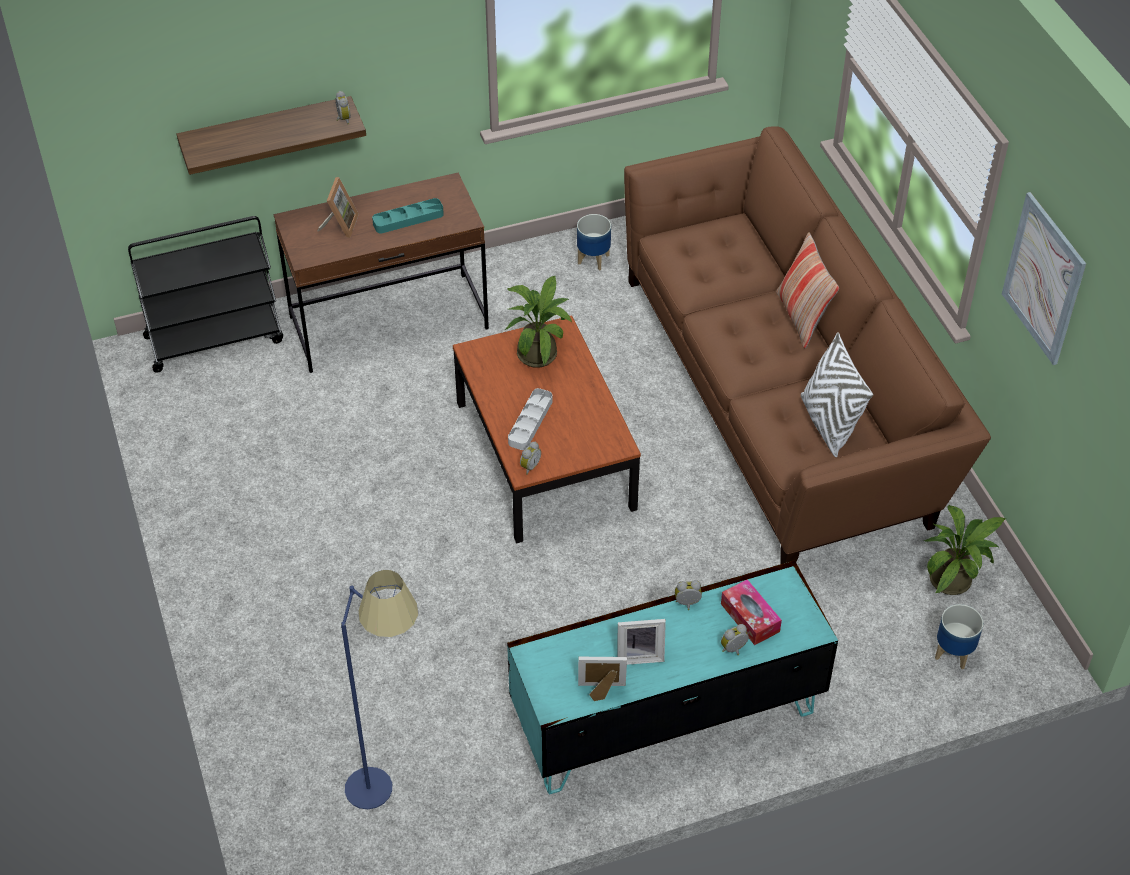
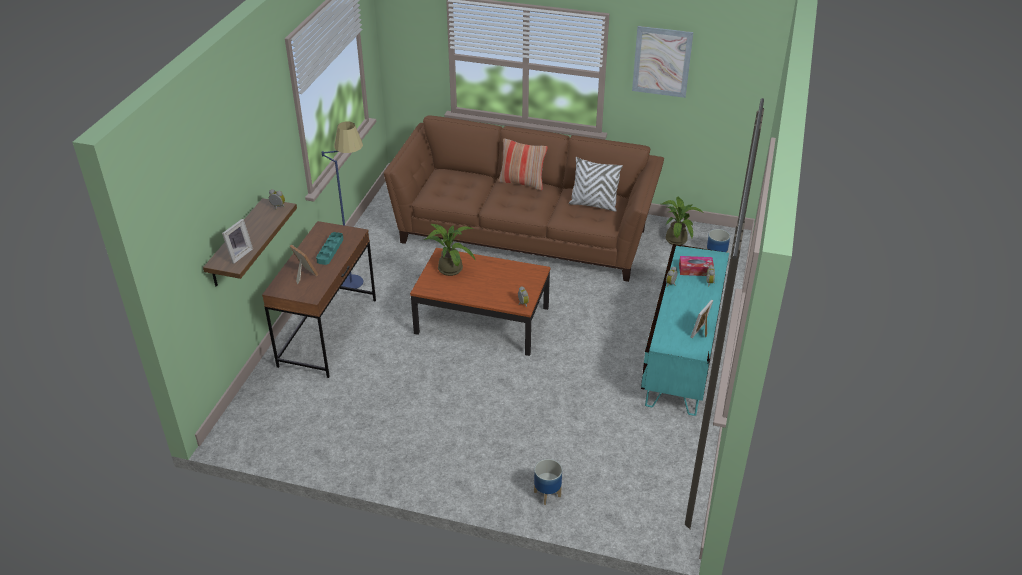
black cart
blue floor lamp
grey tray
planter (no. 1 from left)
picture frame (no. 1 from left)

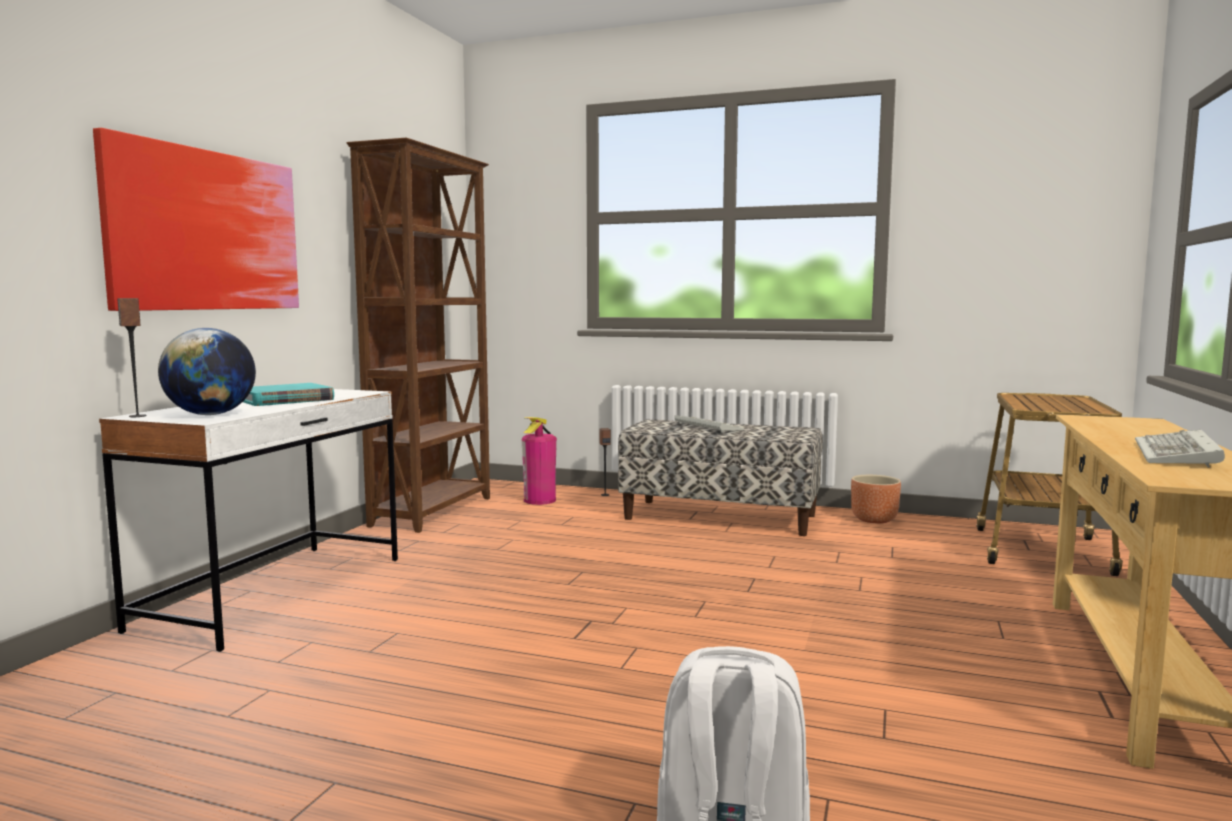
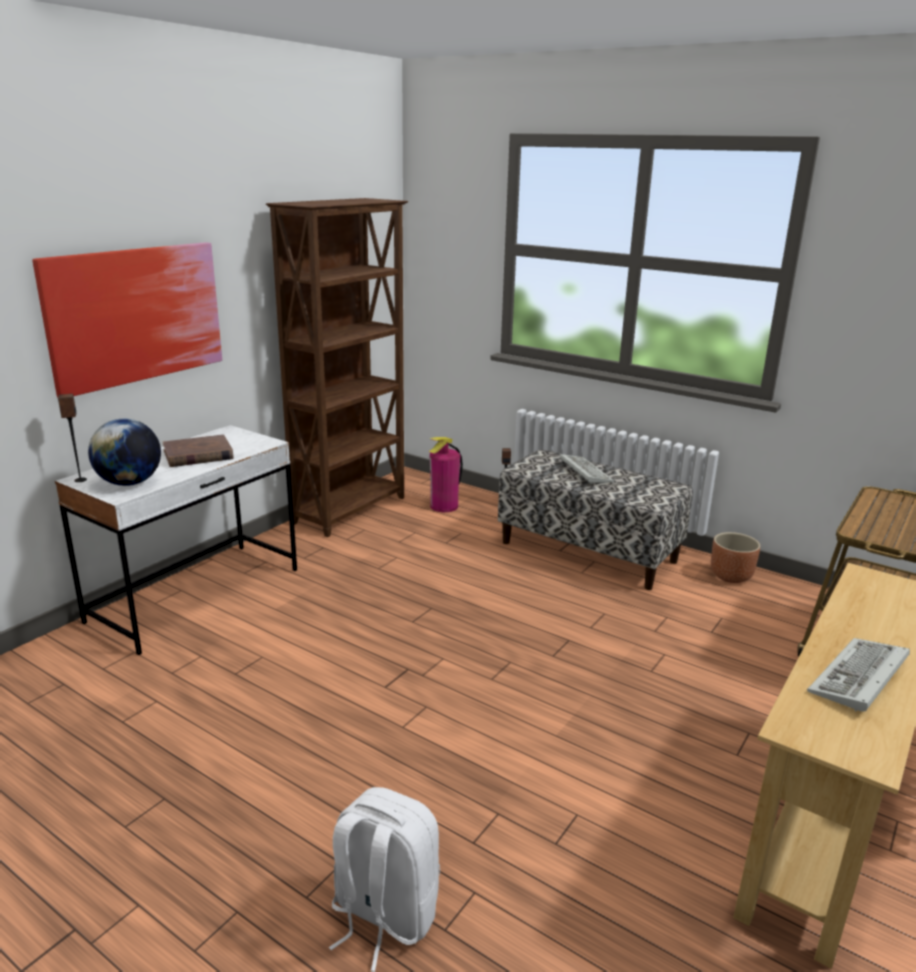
brown book

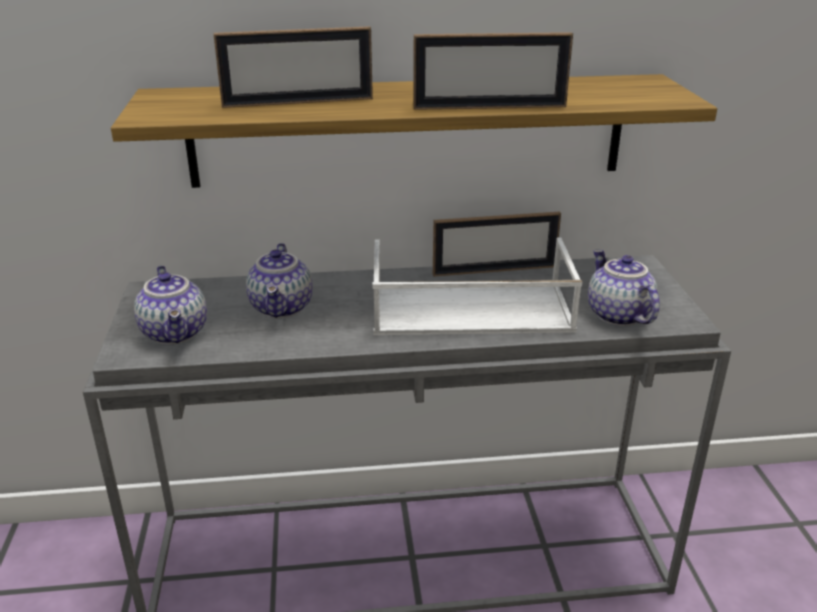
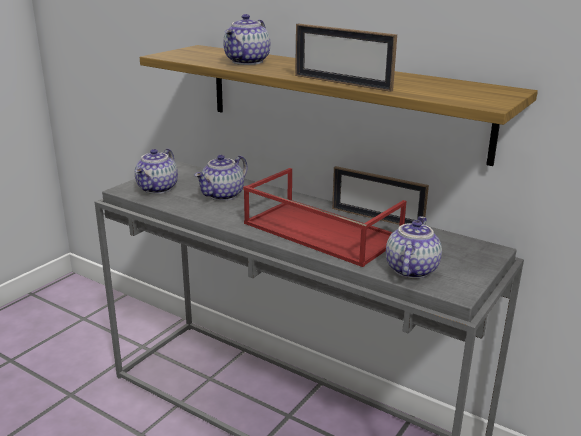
teapot (no. 3 from left)
red tray

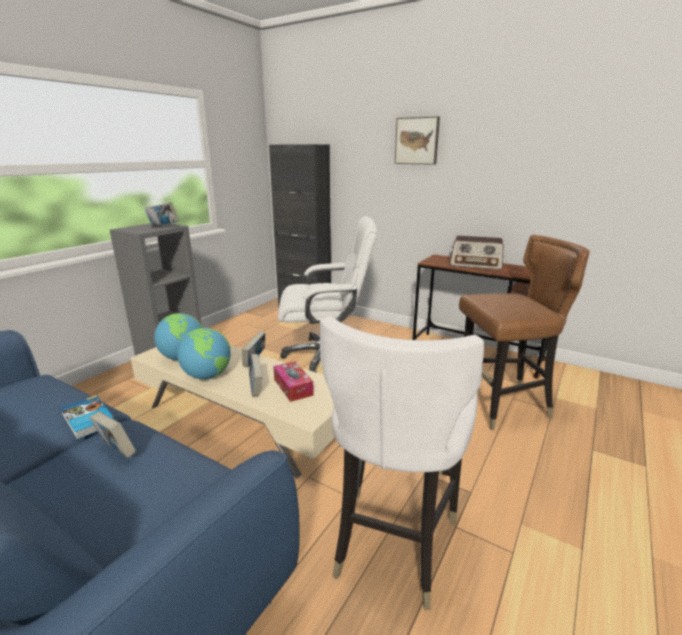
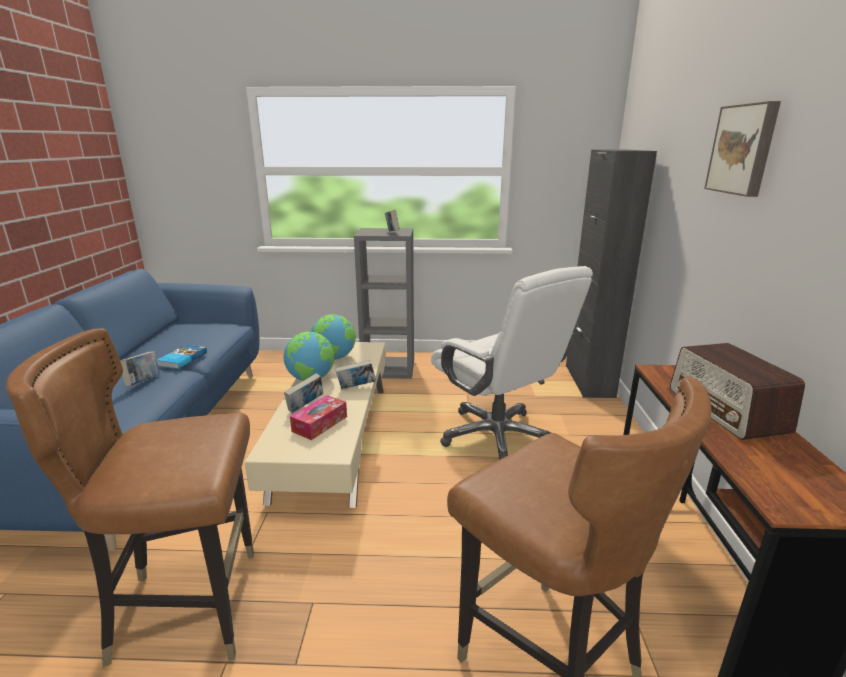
brown chair (no. 1 from left)

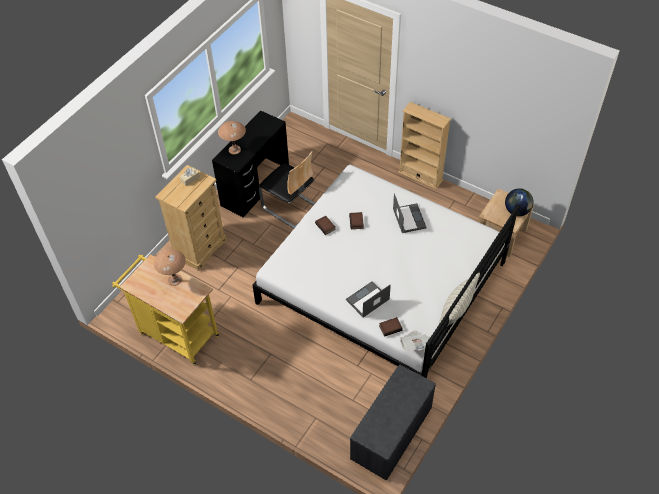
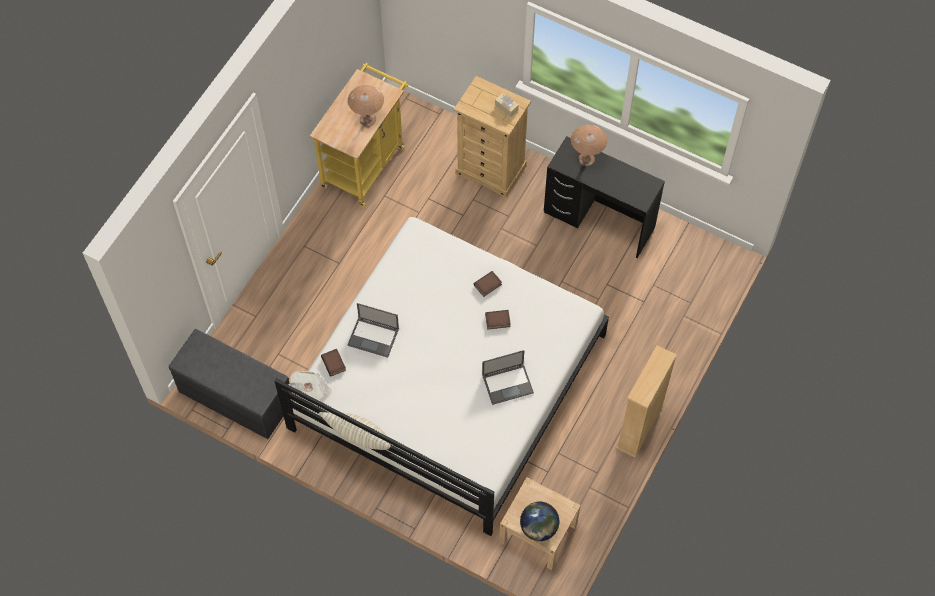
chair
laptop (no. 1 from left)

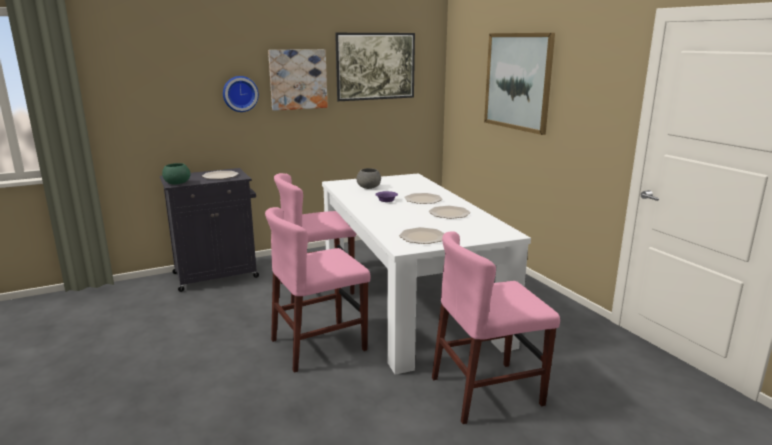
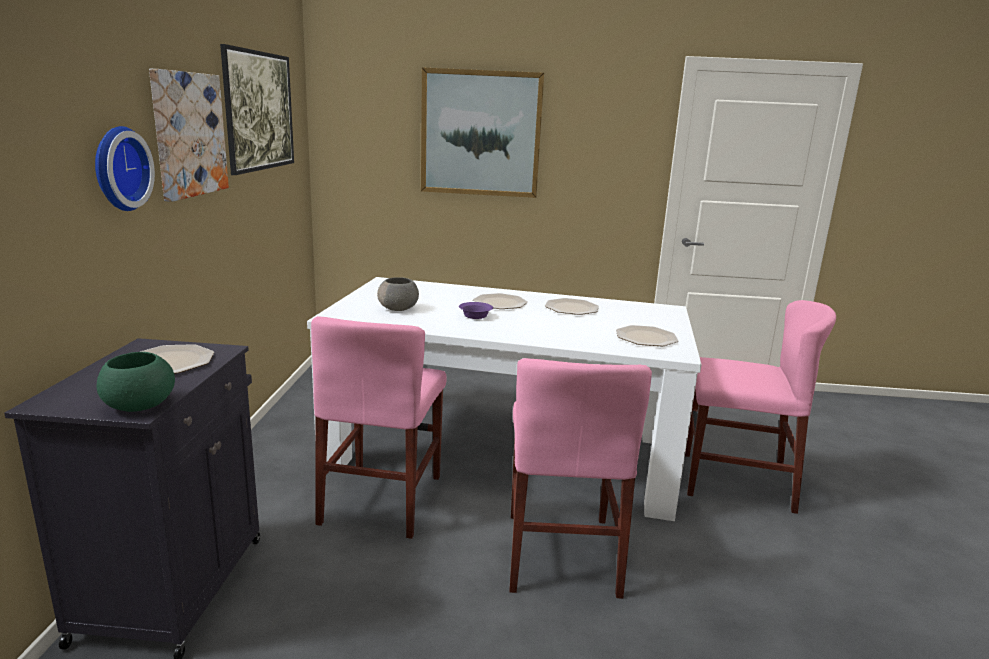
pink chair (no. 3 from left)

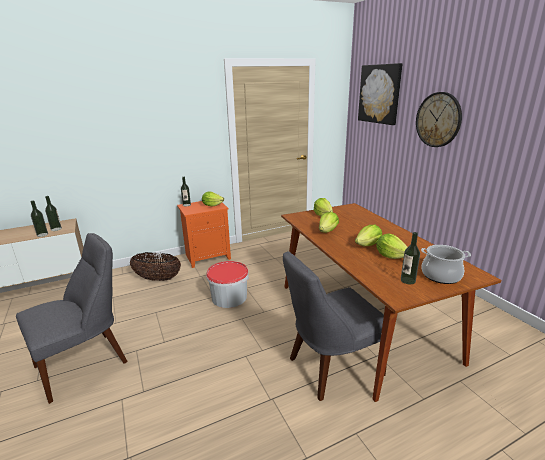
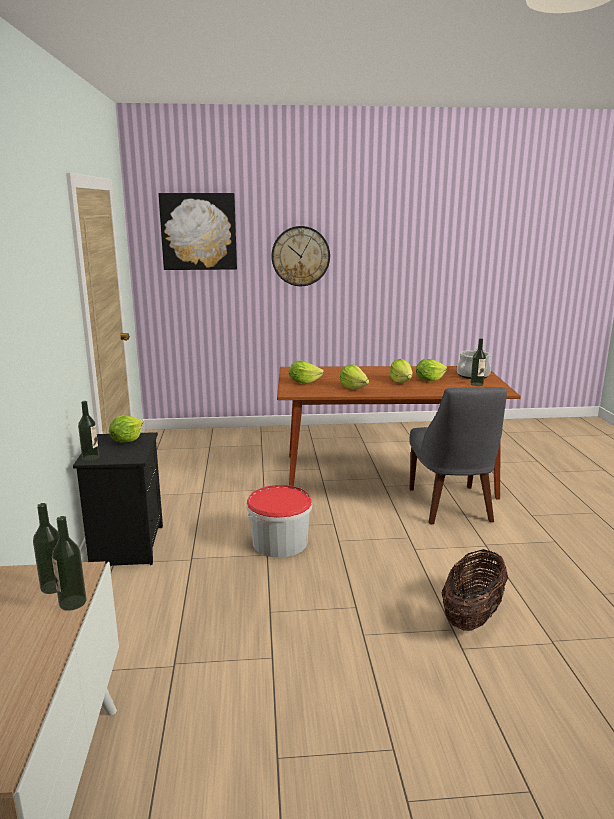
grey chair (no. 1 from left in the first image)
basket
black nightstand

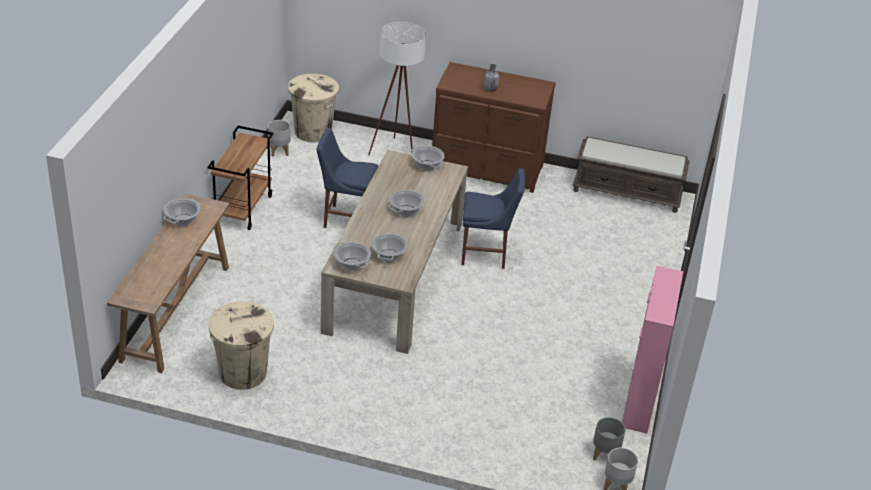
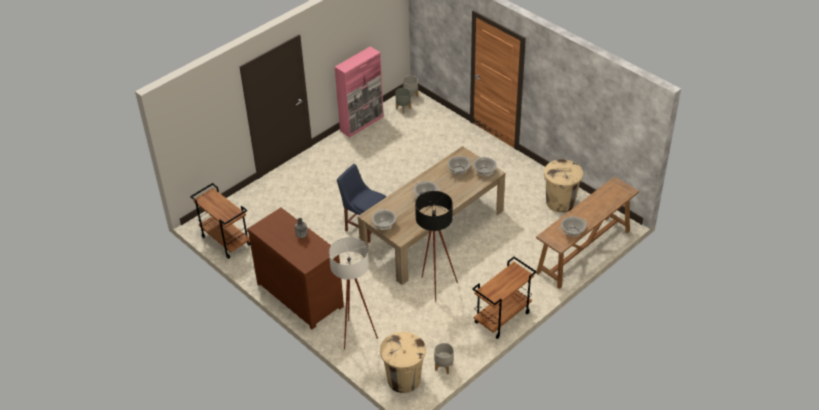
black floor lamp
brown cart (no. 1 from left)

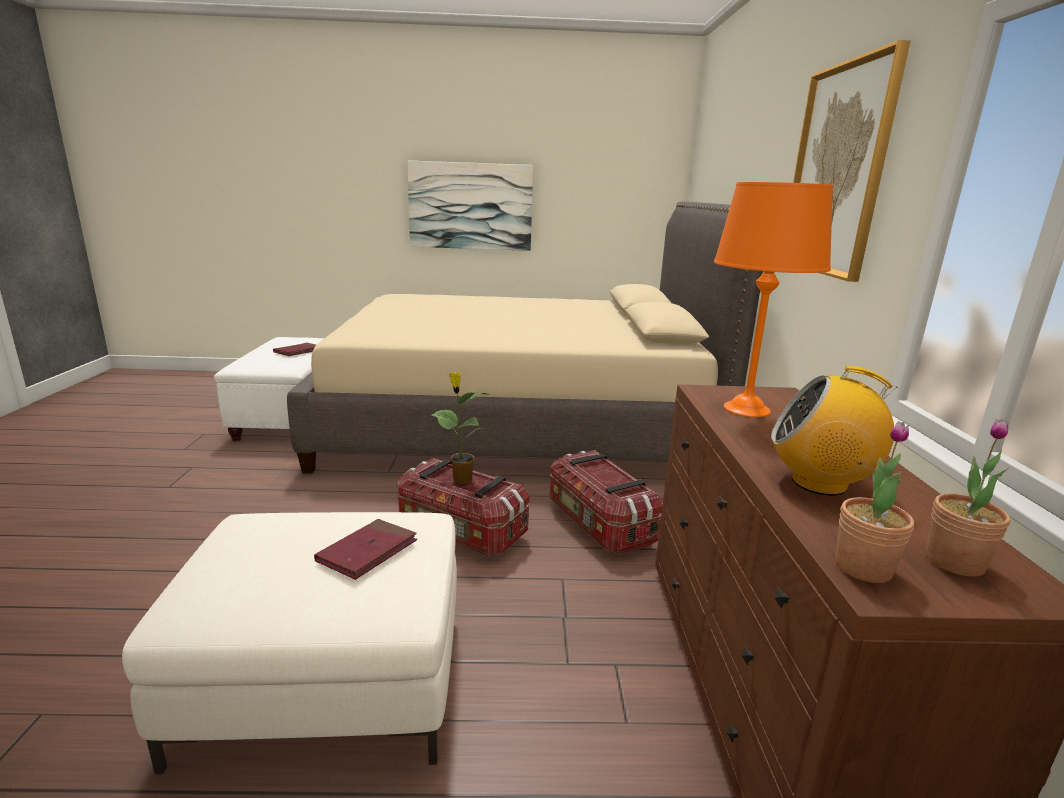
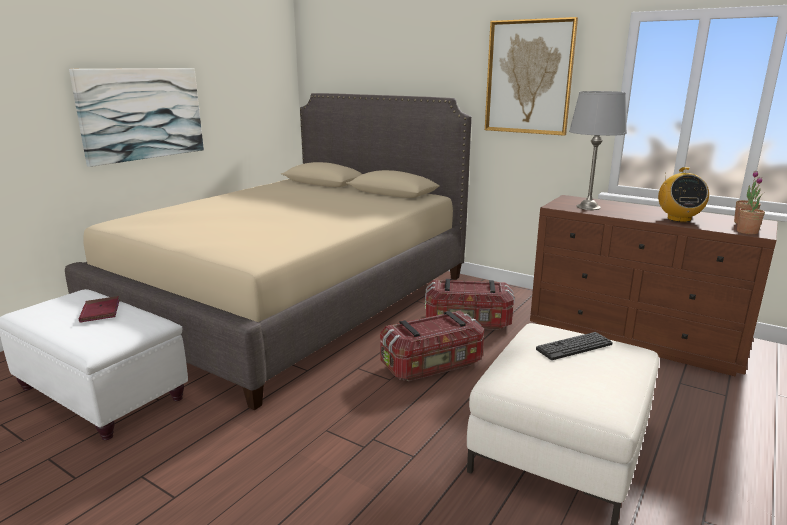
keyboard
potted plant (no. 1 from left in the first image)
grey table lamp
radio

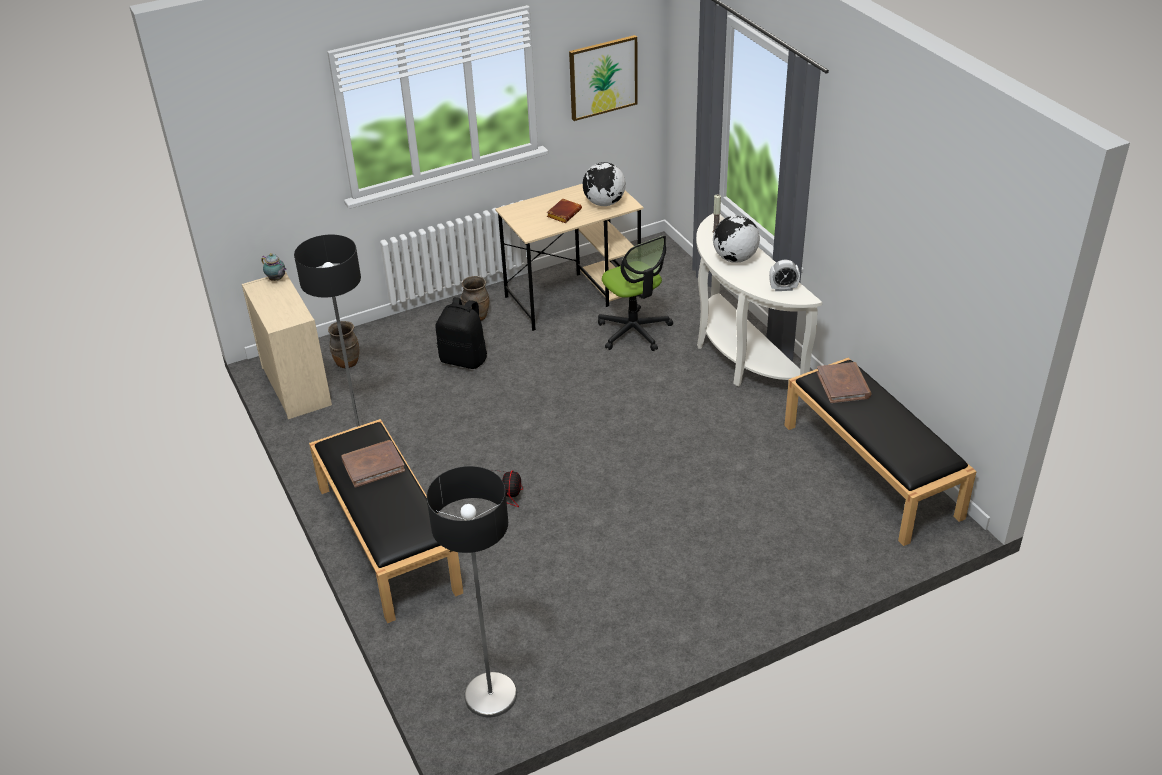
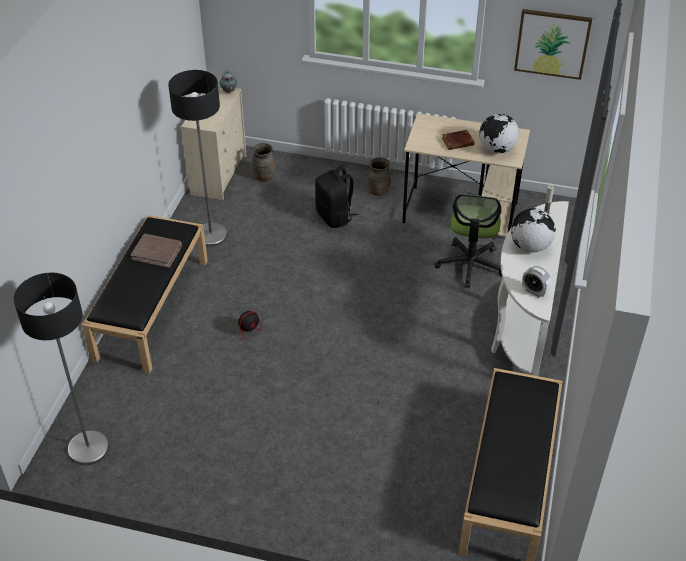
brown book (no. 3 from left in the first image)

